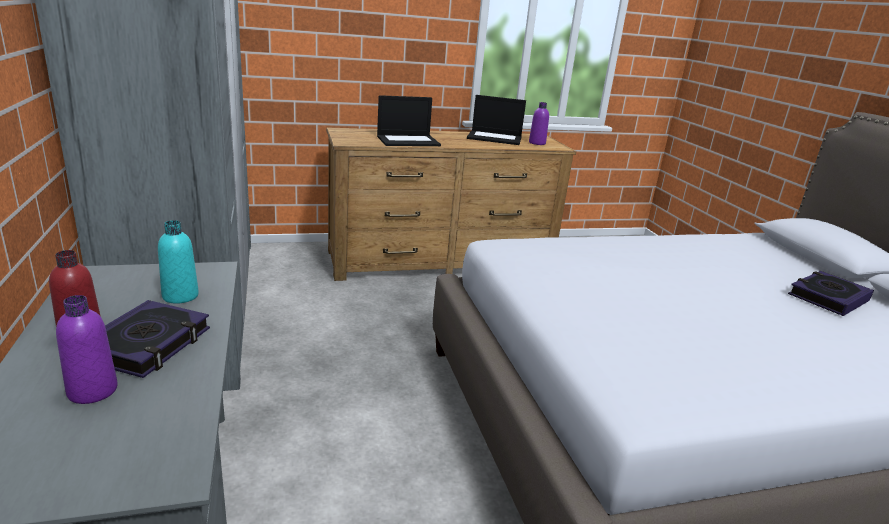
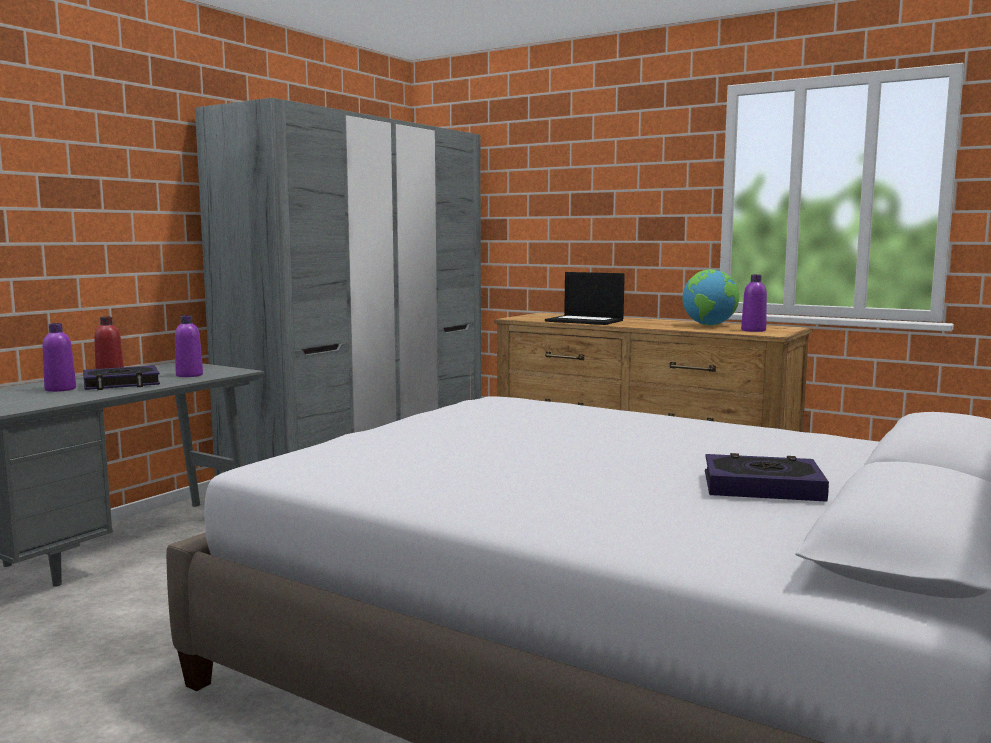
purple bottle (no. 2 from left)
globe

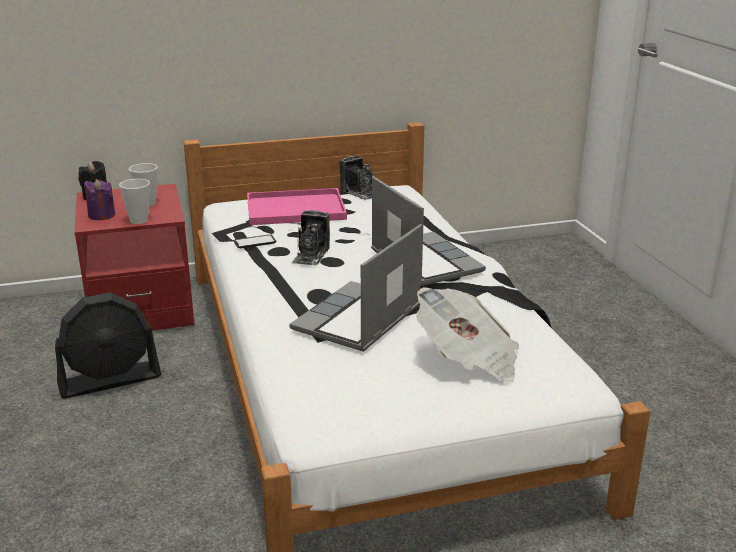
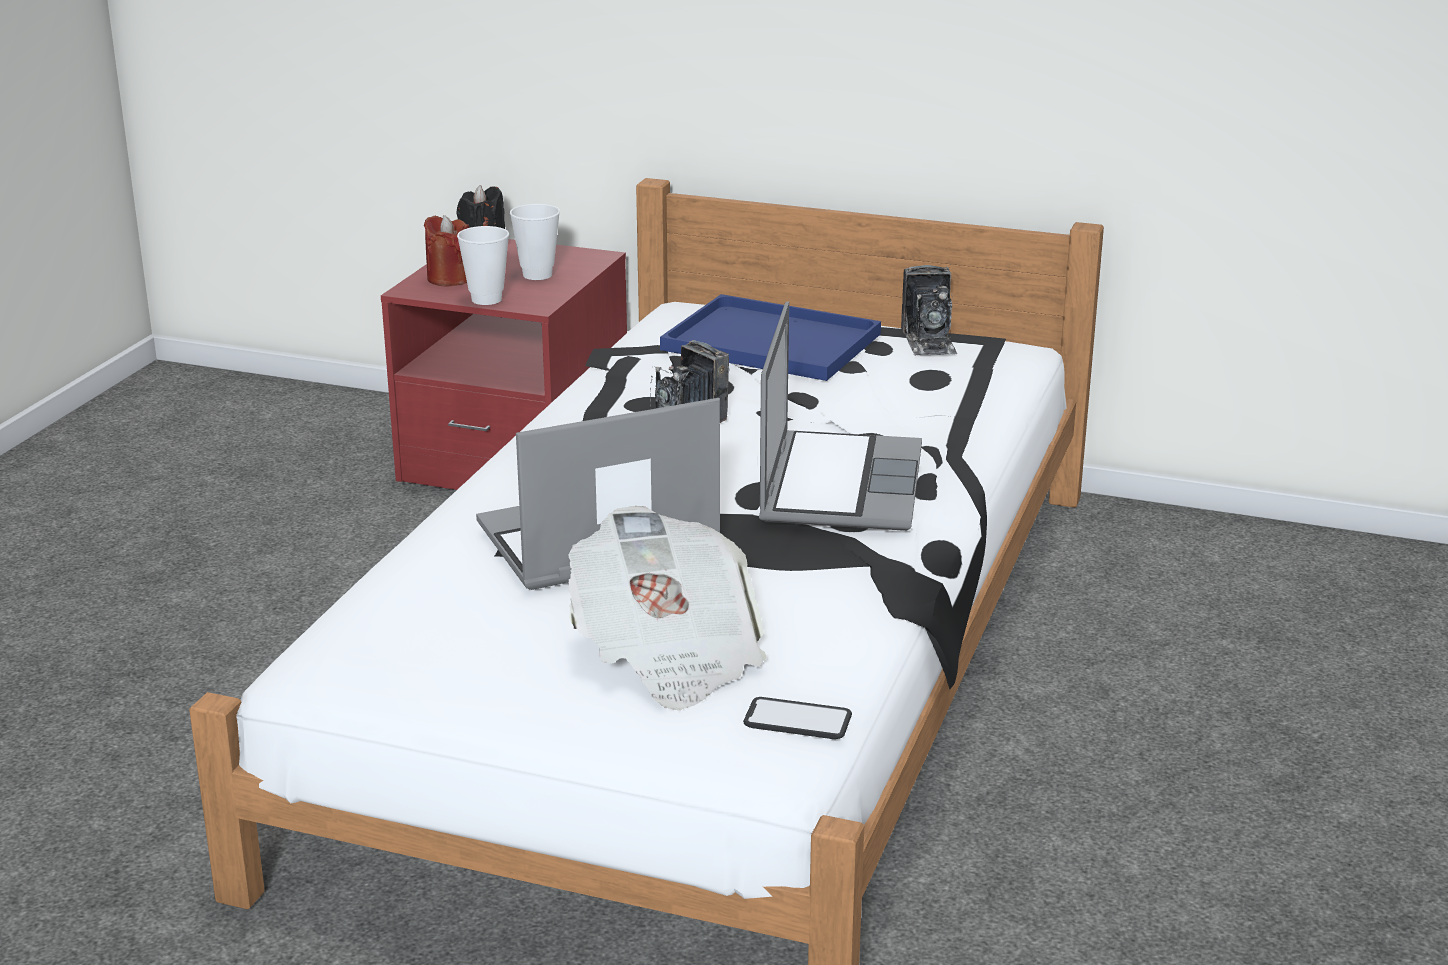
black fan
red candle
phone
blue tray

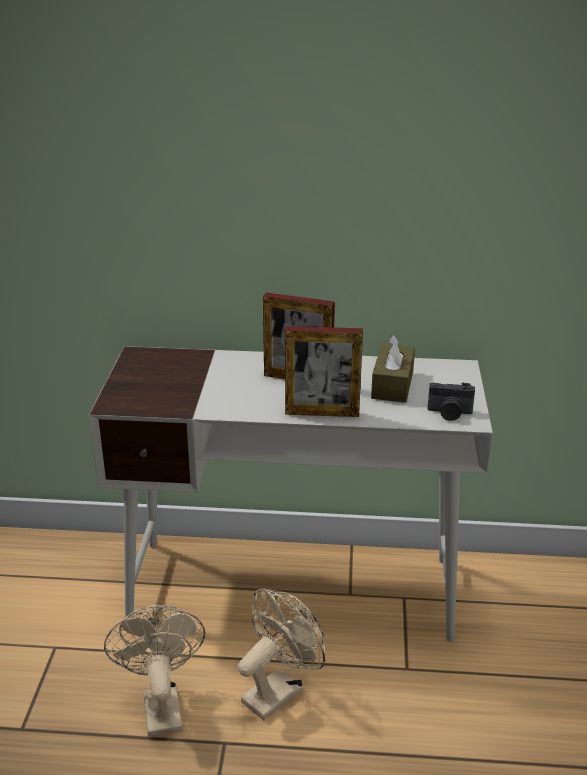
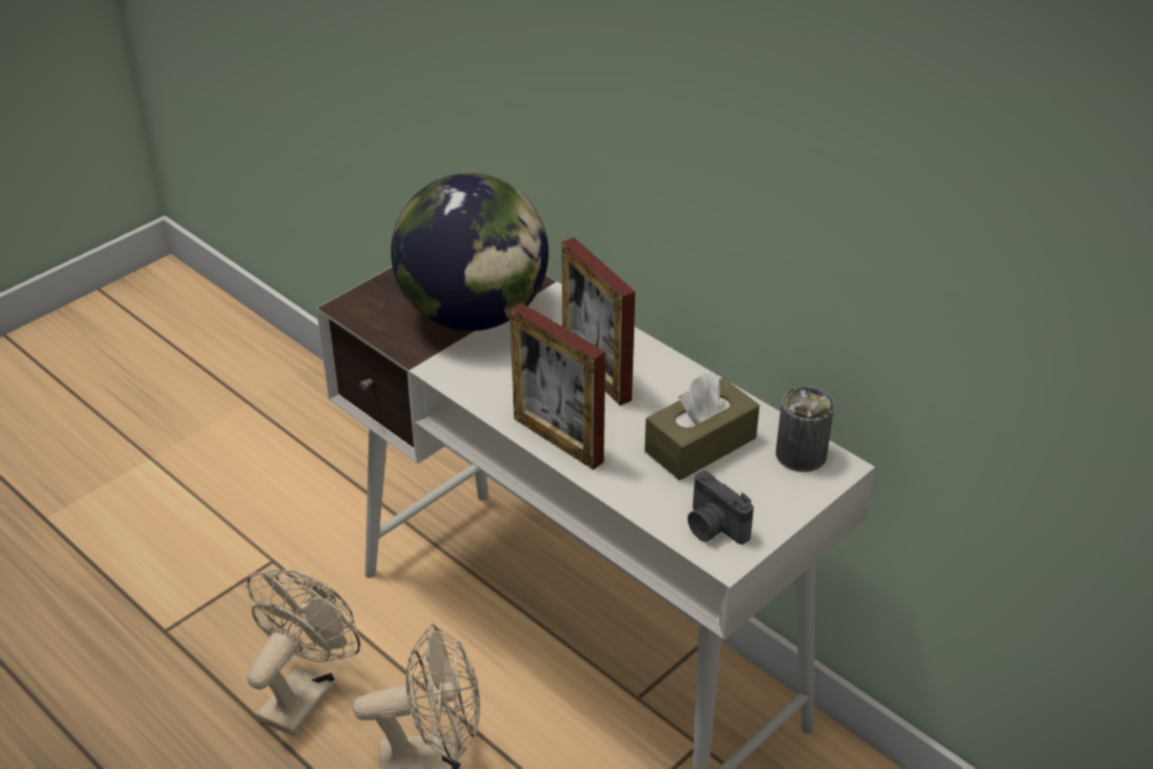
globe
can

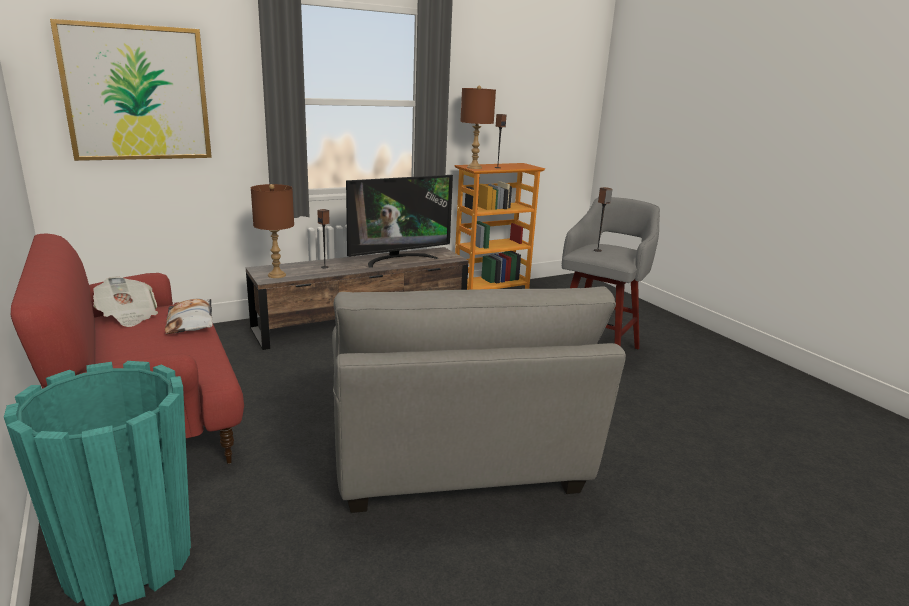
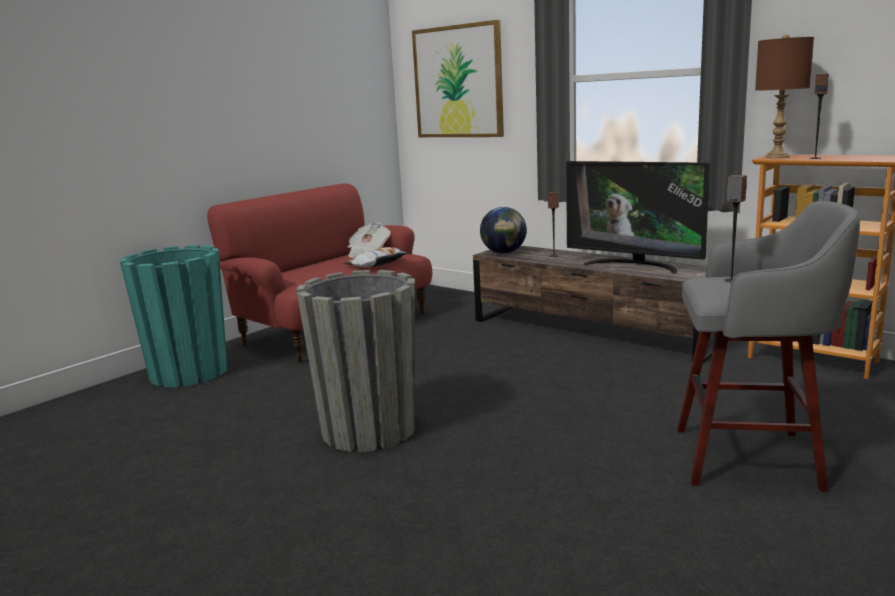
globe
grey planter

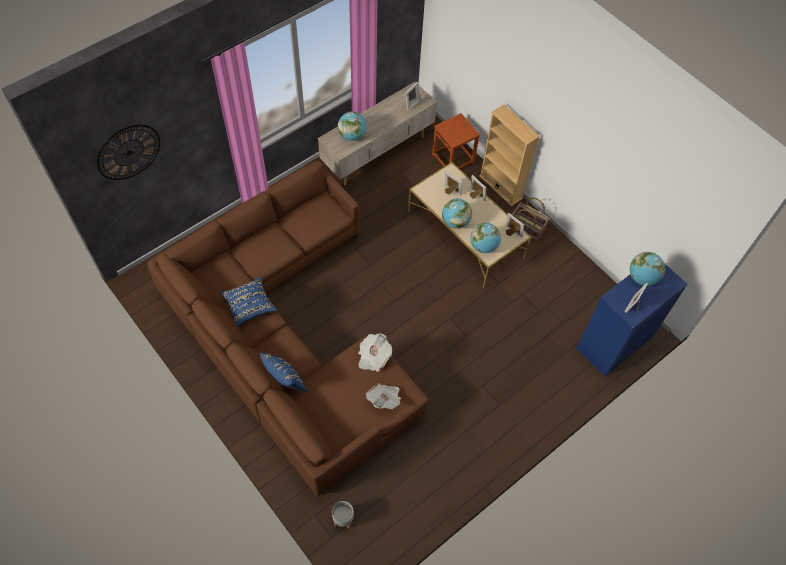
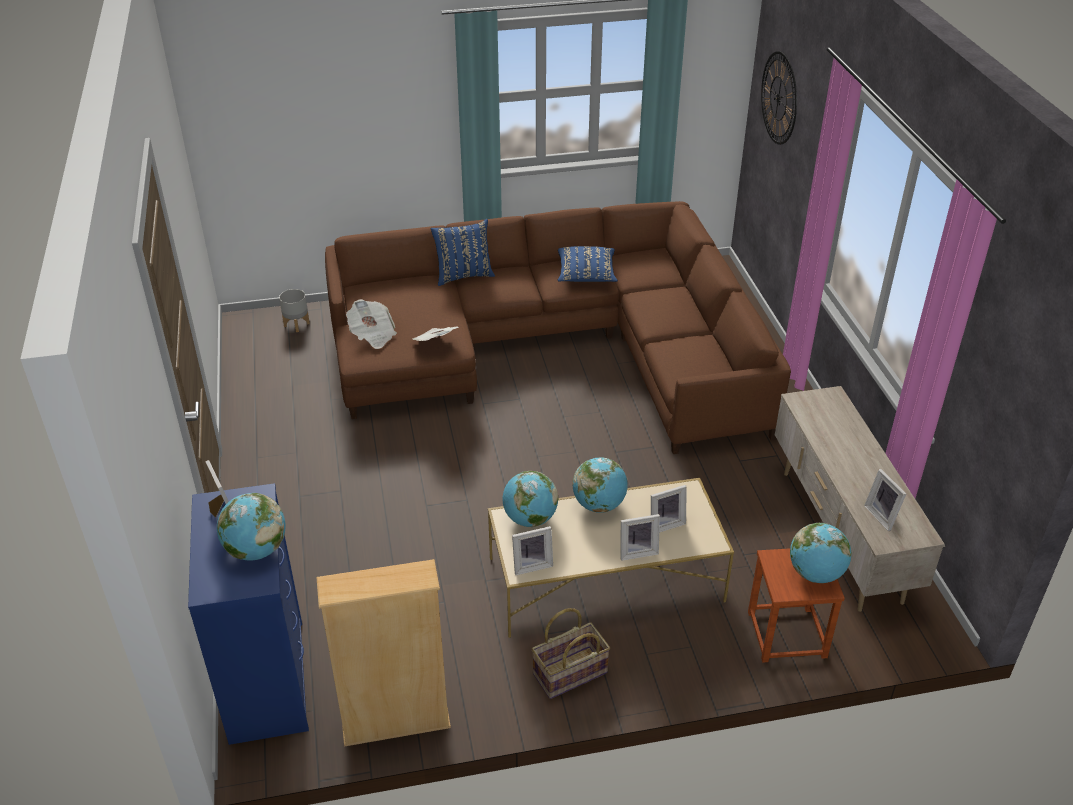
globe (no. 4 from left)
beige bookcase

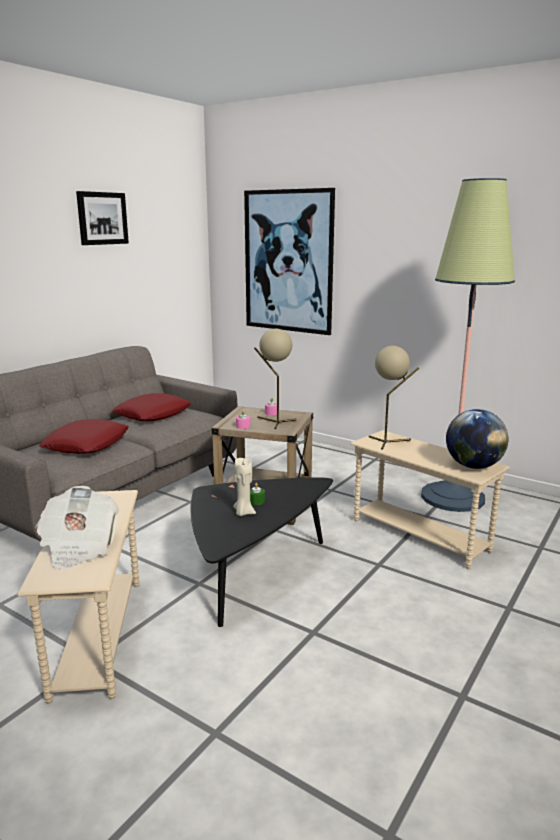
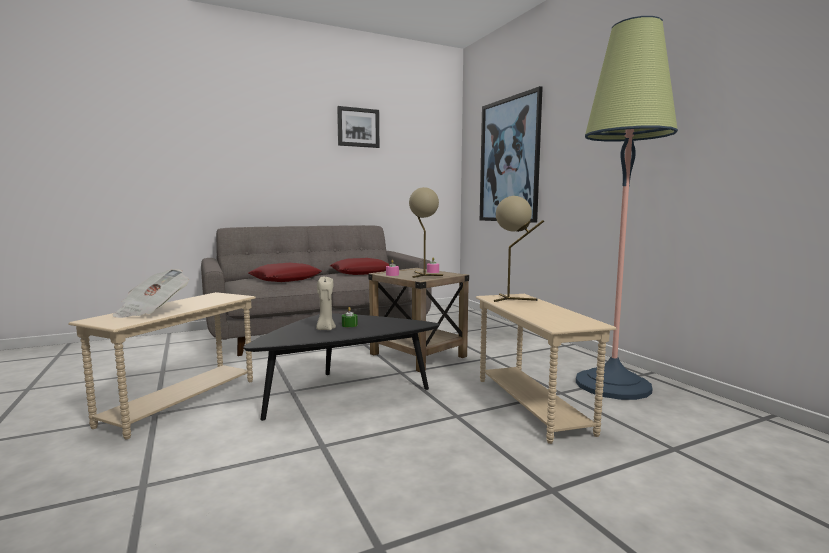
globe

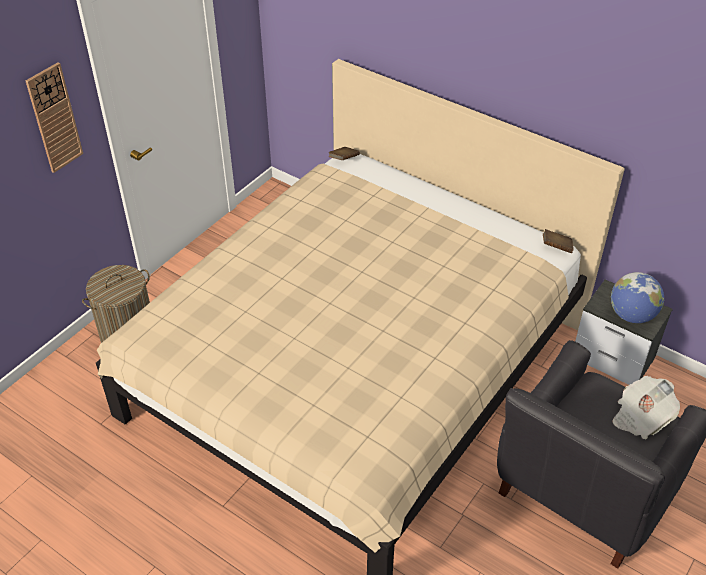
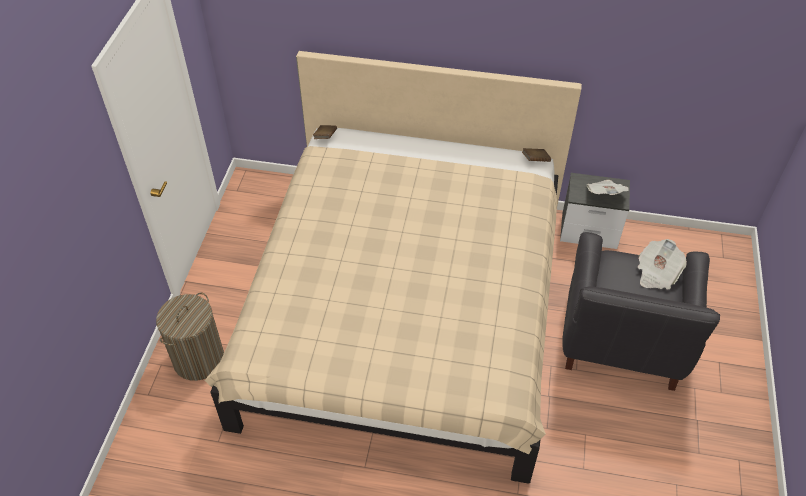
wall clock
newspaper (no. 1 from left)

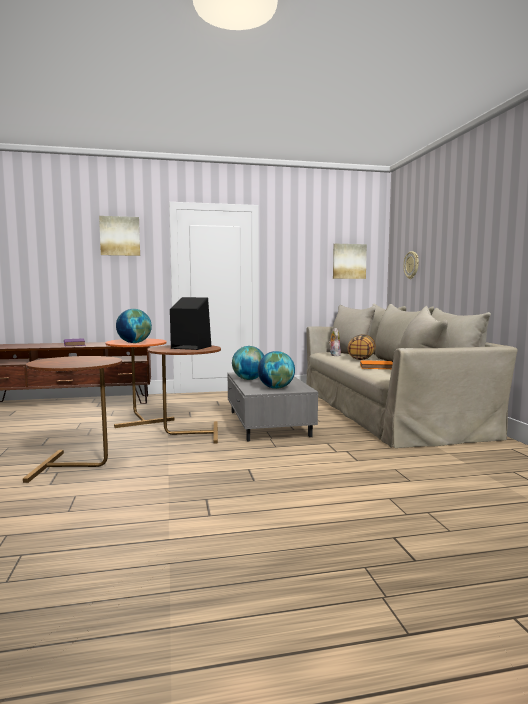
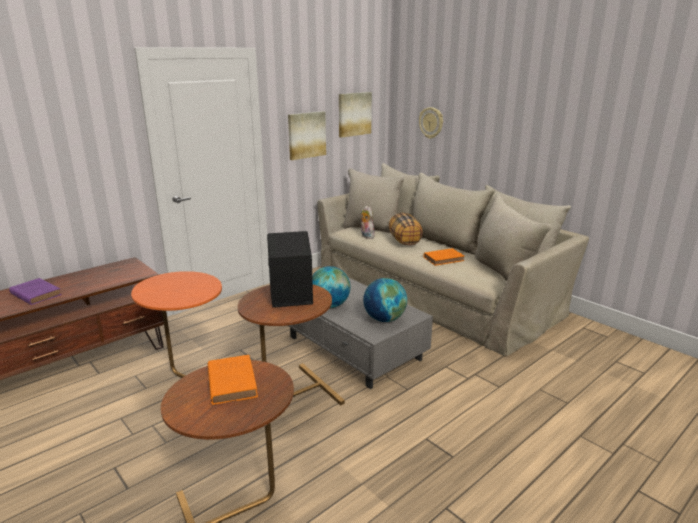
picture (no. 1 from left)
globe (no. 1 from left in the first image)
orange book (no. 1 from left)

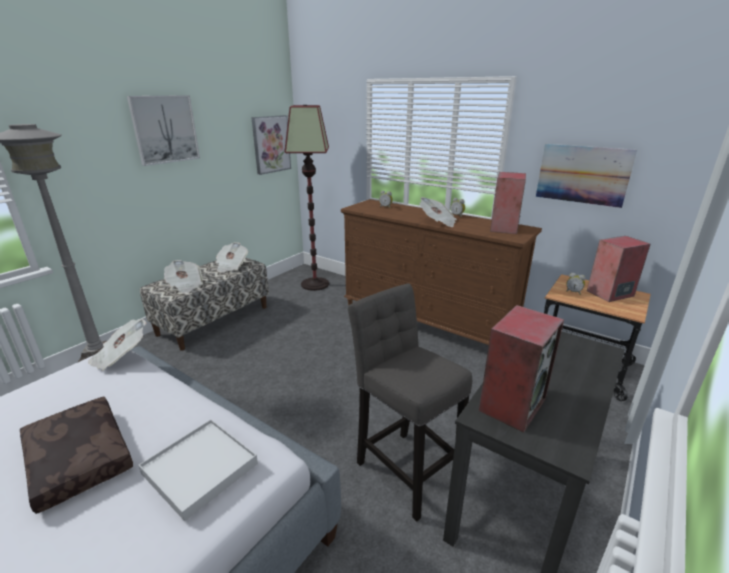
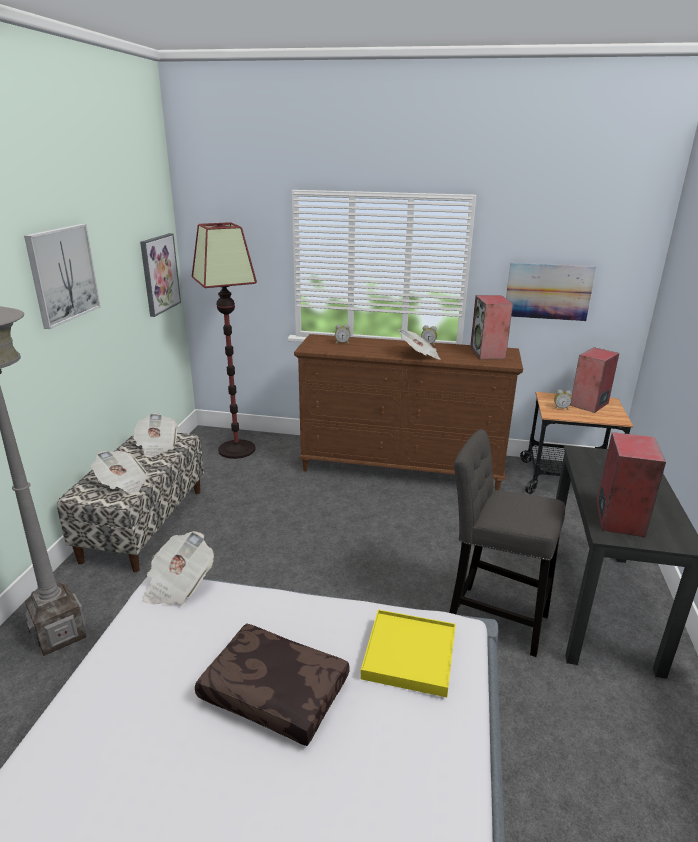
yellow tray

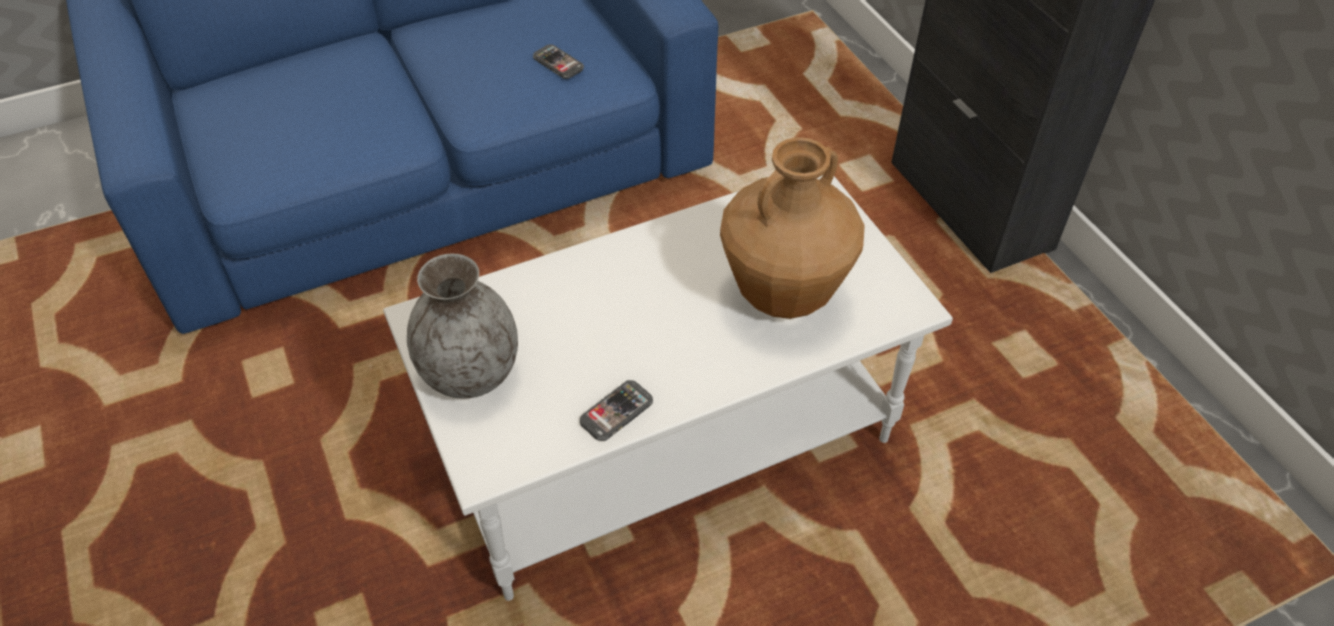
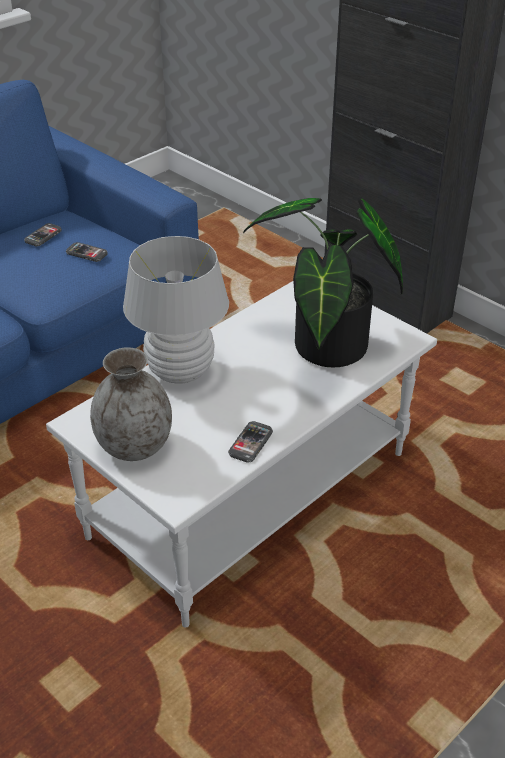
potted plant
phone (no. 1 from left)
white table lamp

